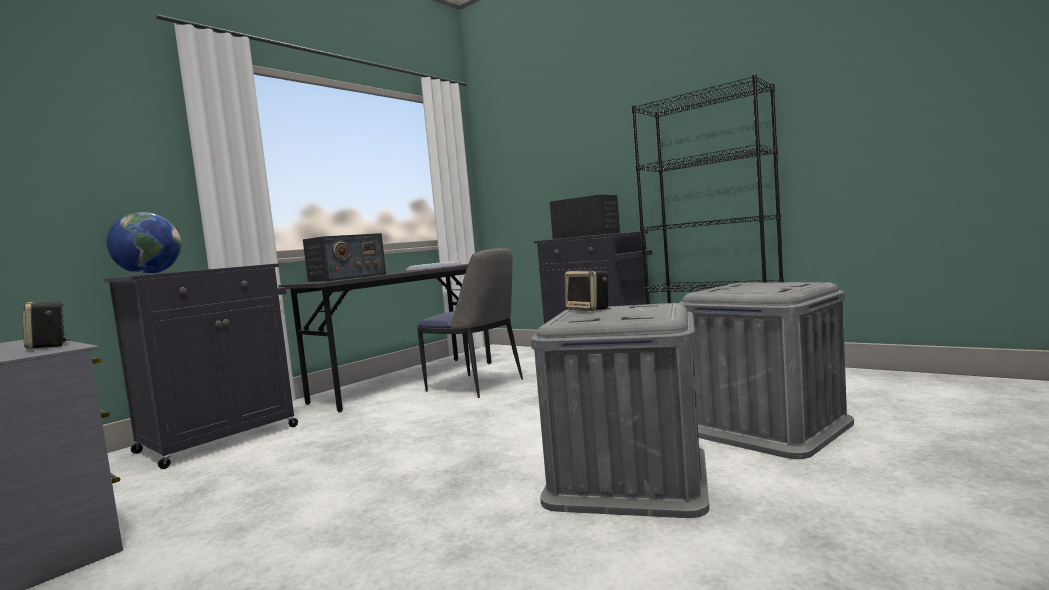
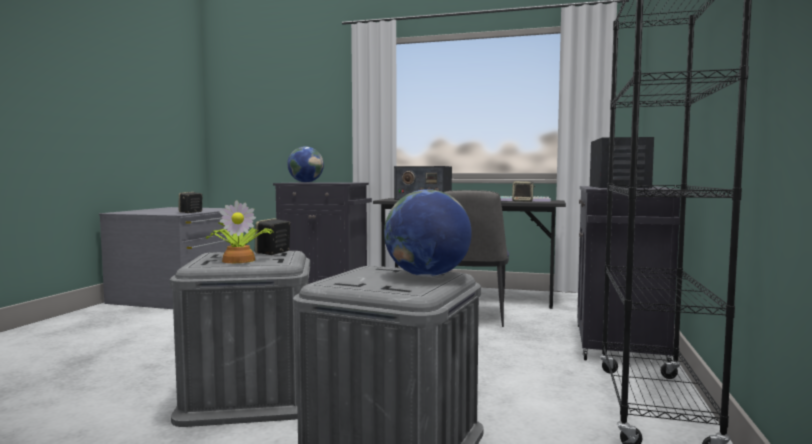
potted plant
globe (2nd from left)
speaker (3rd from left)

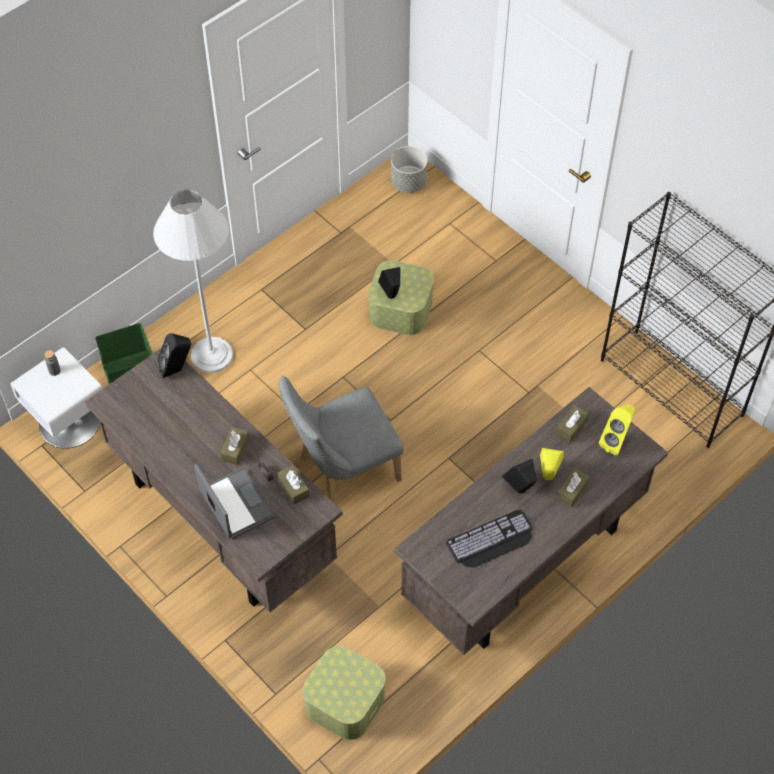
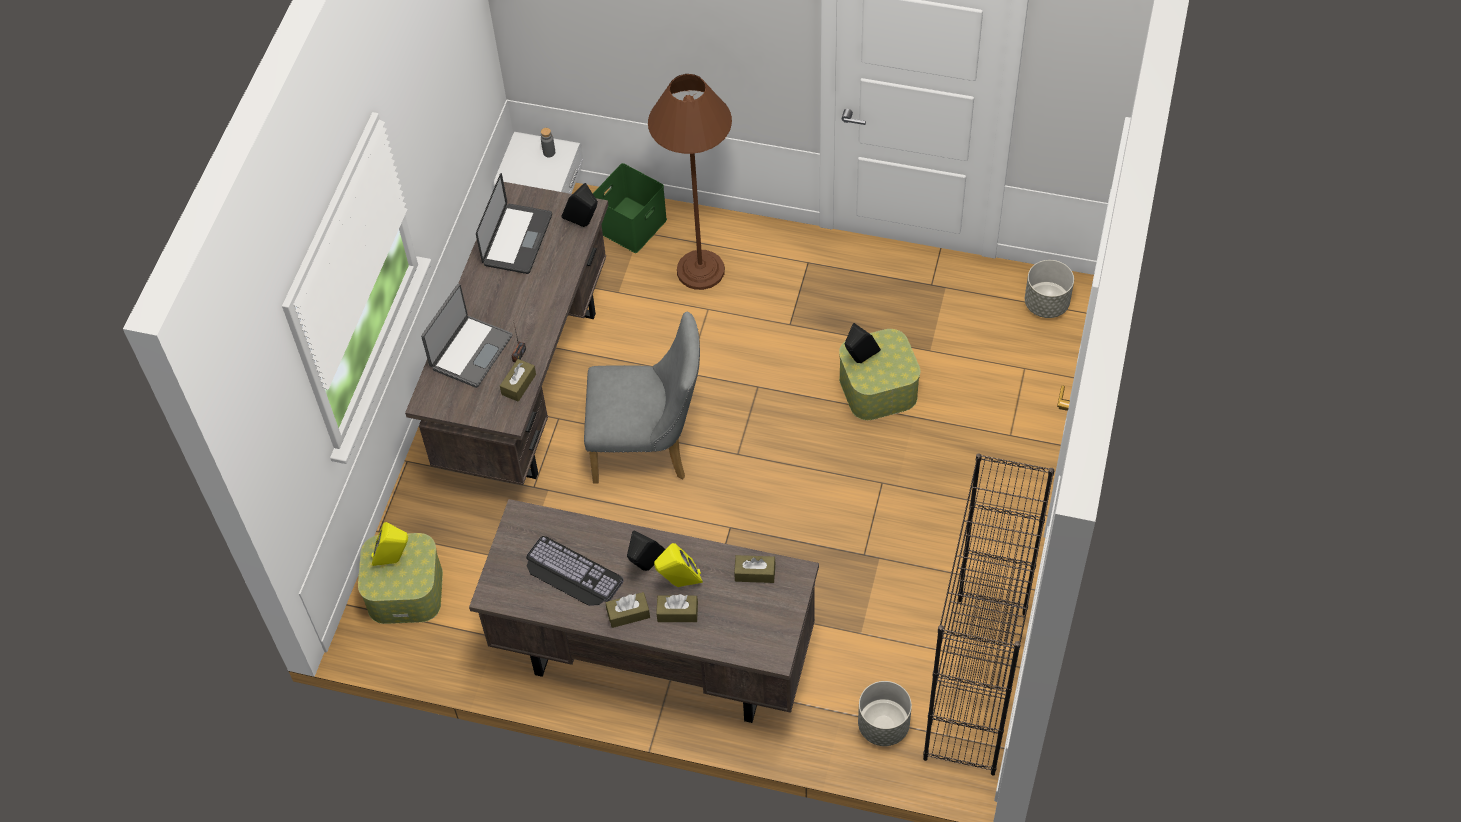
floor lamp (brown)
tissue box (brown) (2nd from left)
chair (grey)
speaker (yellow) (1st from left)
laptop (2nd from left)
planter (grey) (1st from left)

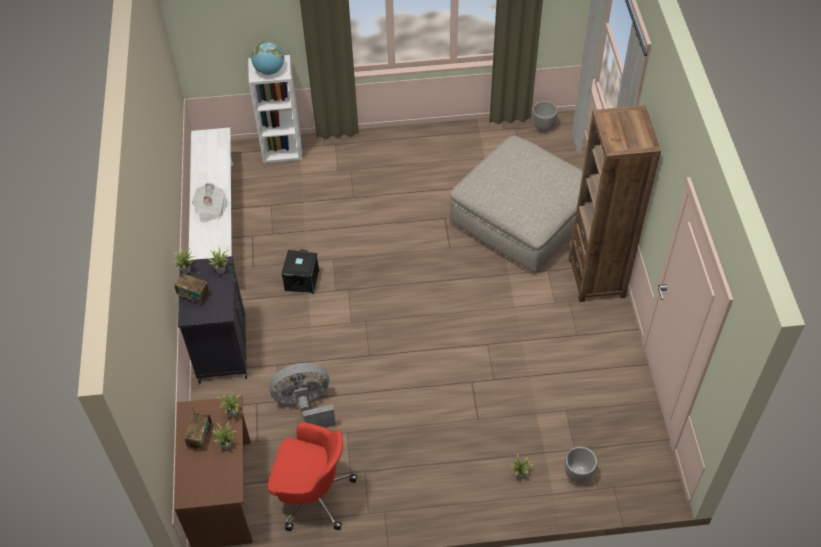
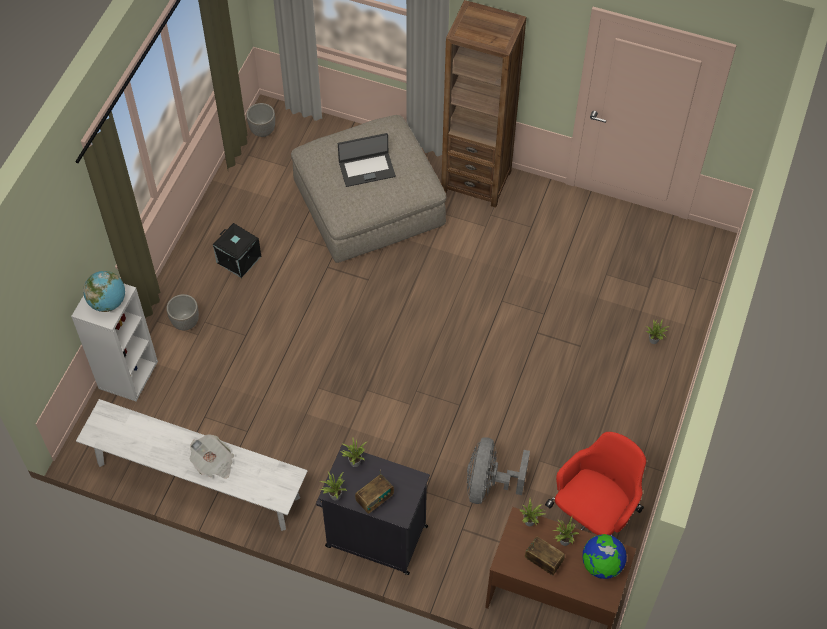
storage box (black)
planter (1st from left)
laptop
globe (2nd from left)

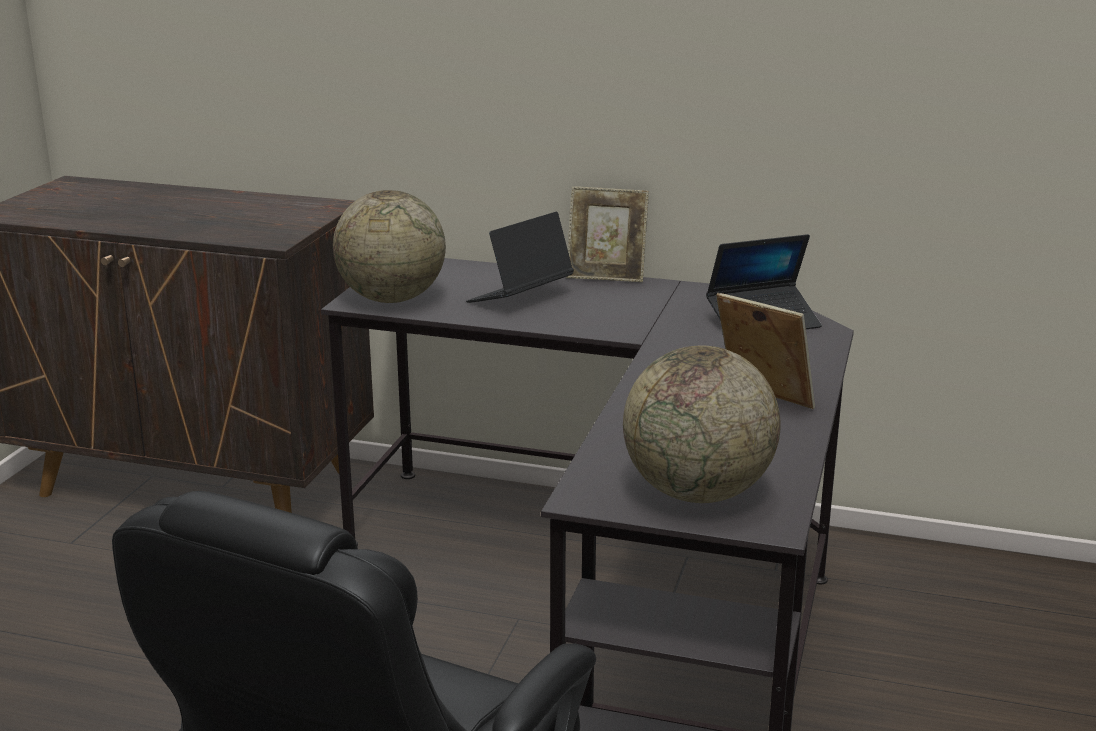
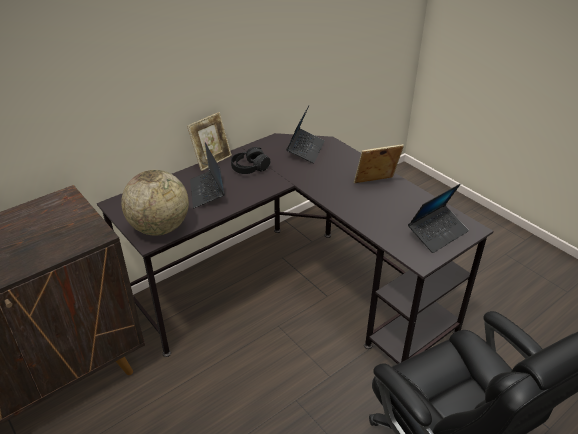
laptop (3rd from left)
headphones (black)

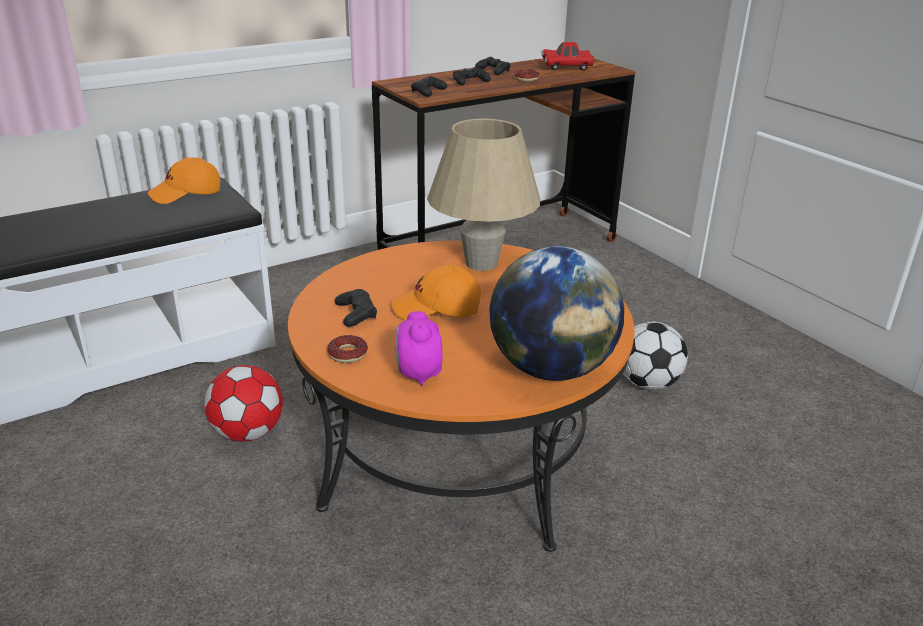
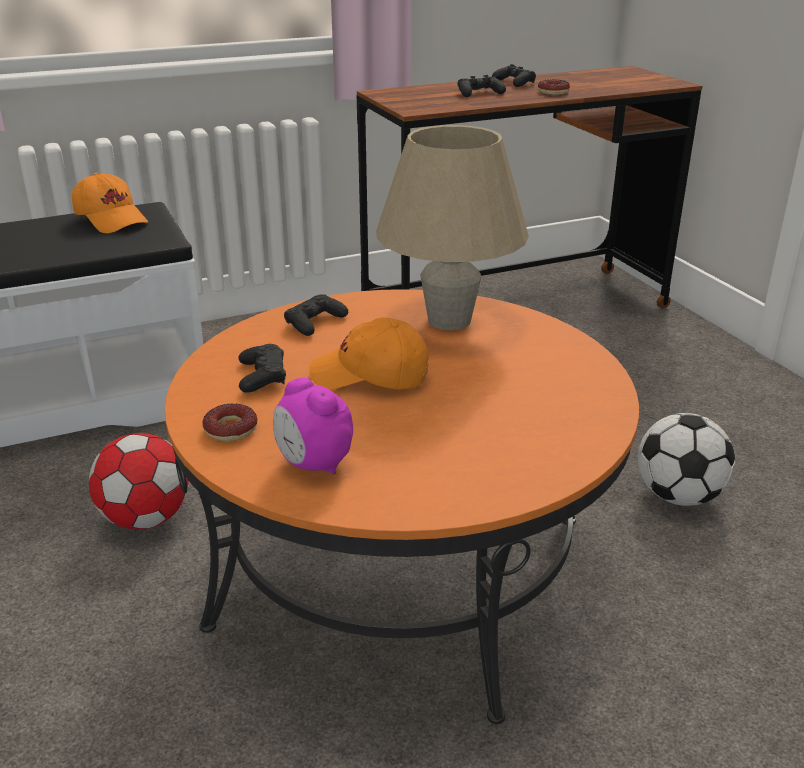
cap (orange) (1st from left)
alarm clock
game controller (black) (2nd from left)
globe
toy car (red)

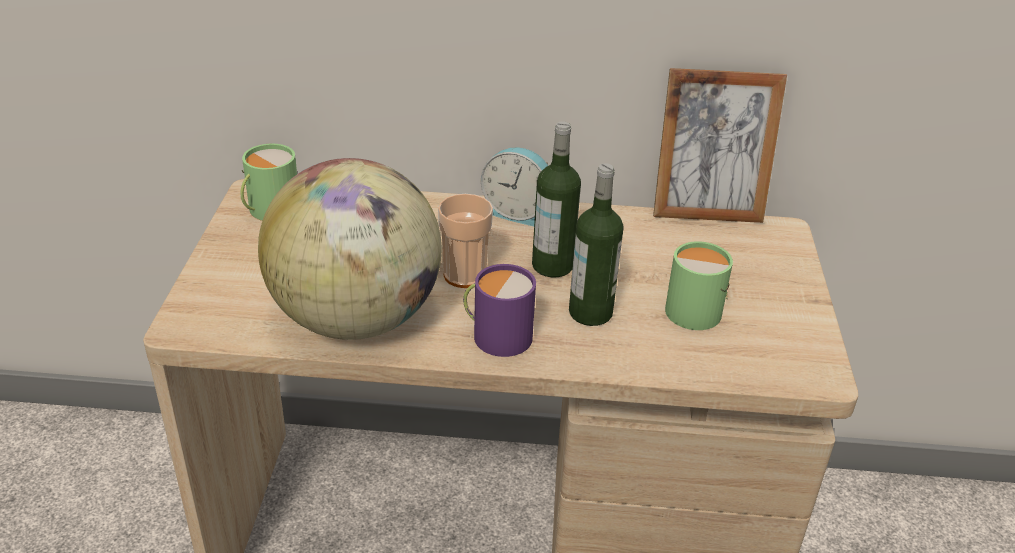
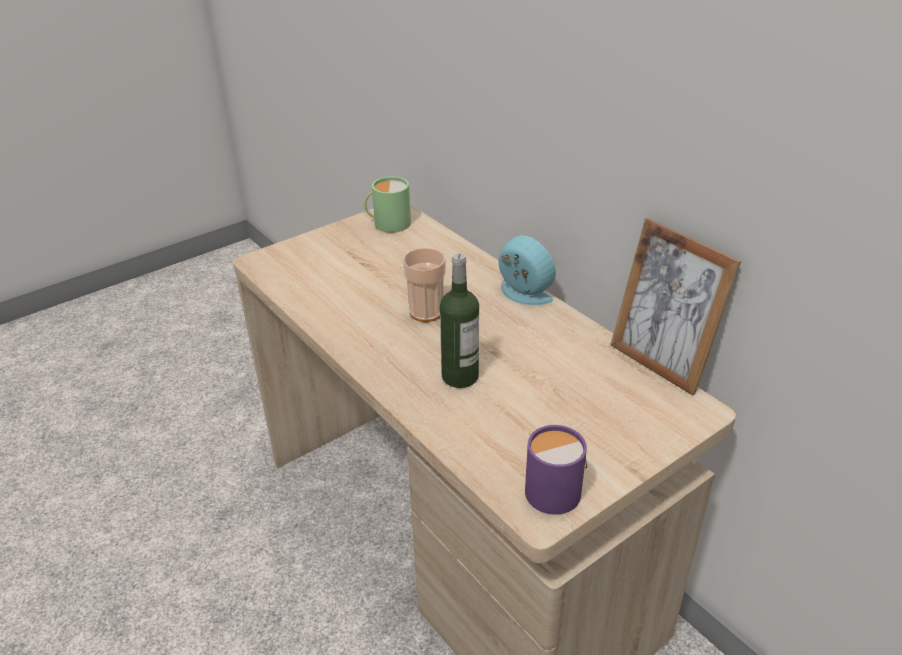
globe
mug (purple)
alarm clock
bottle (1st from left in the first image)
mug (green) (2nd from left in the first image)

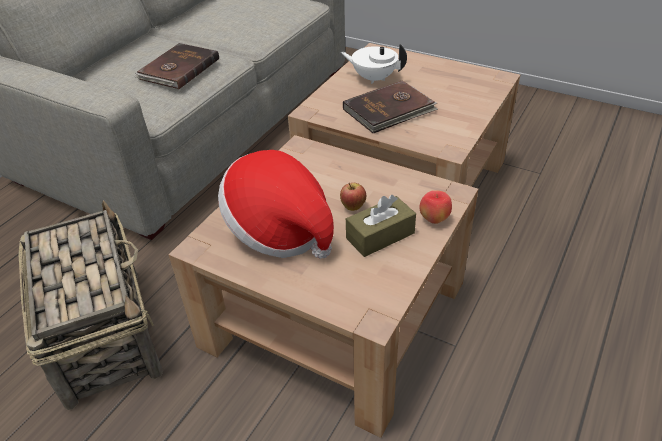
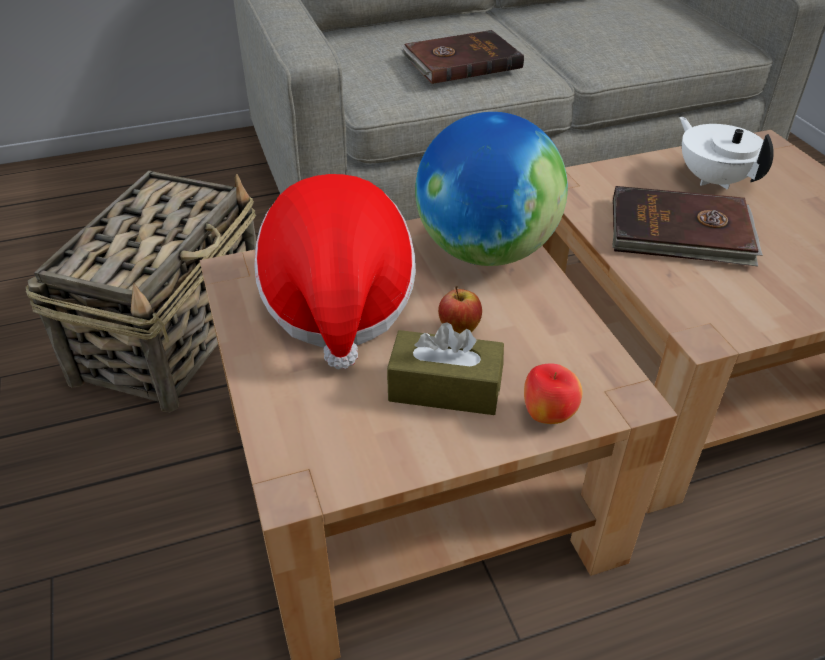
globe

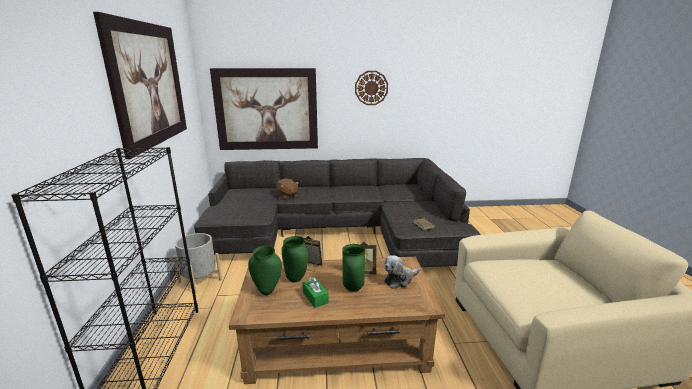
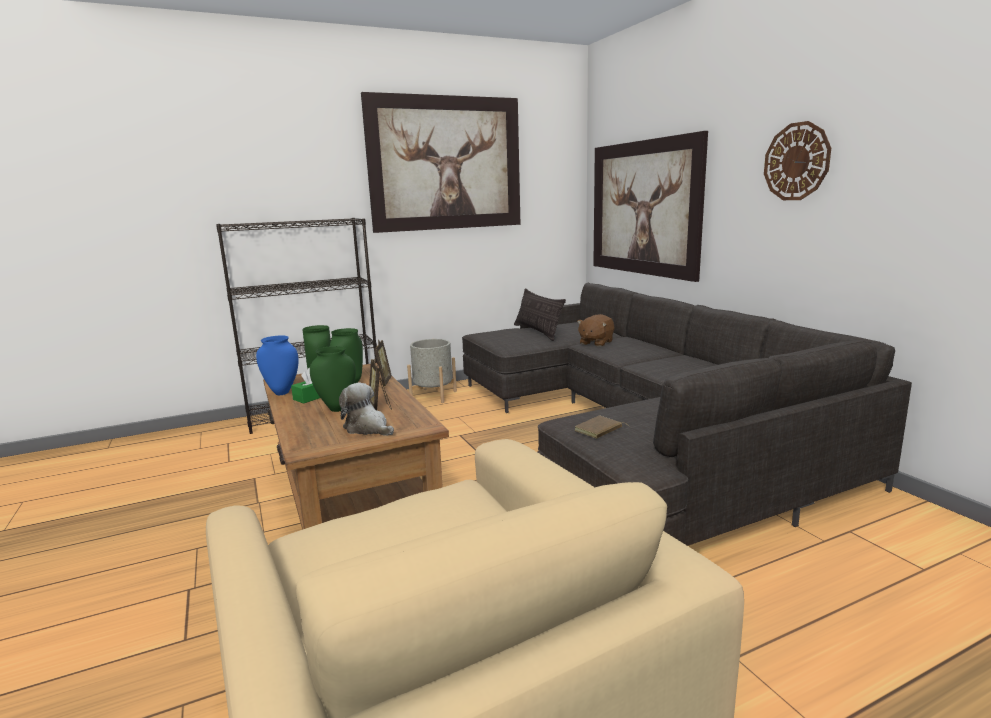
vase (blue)
pillow

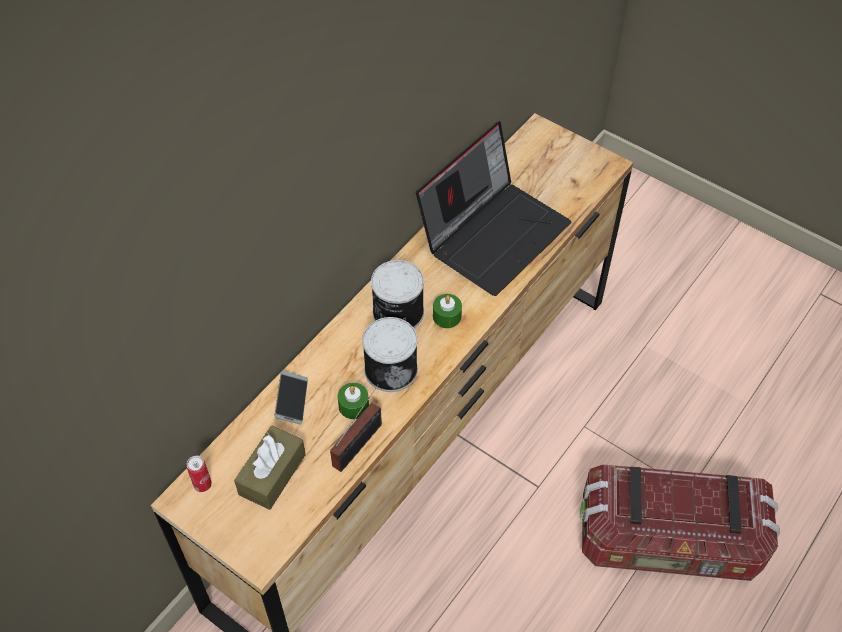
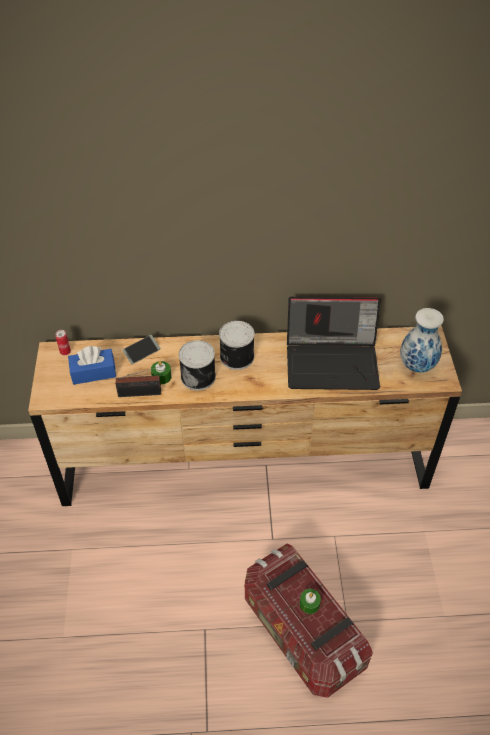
tissue box (blue)
candle (green) (2nd from left)
vase

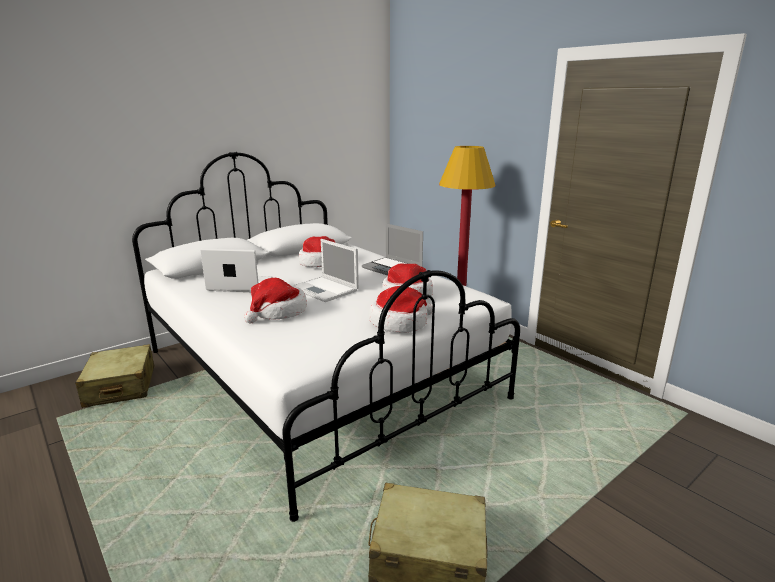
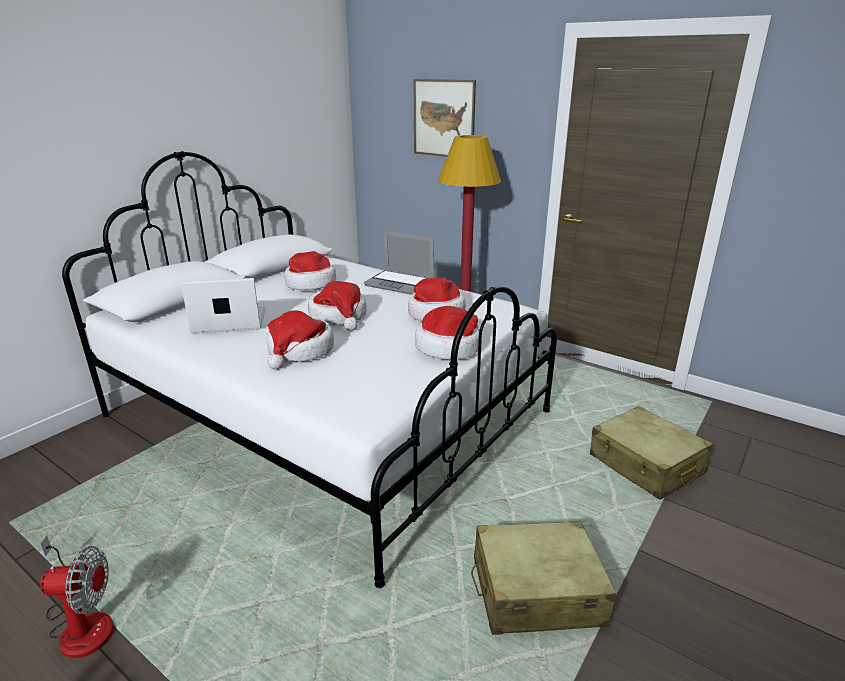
suitcase (beige) (2nd from left)
hat (3rd from left)
fan
picture

